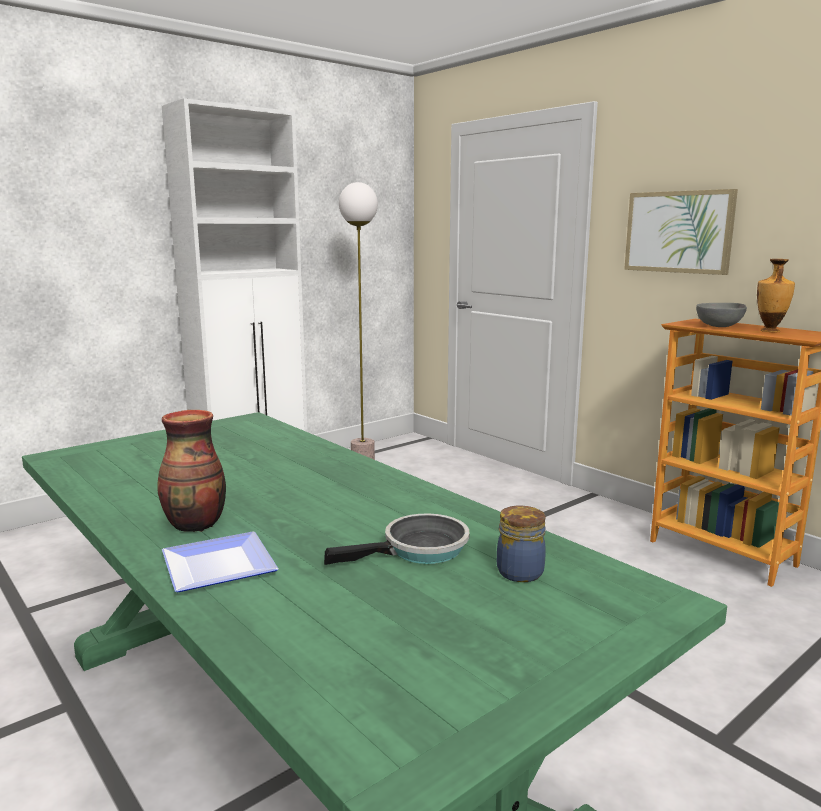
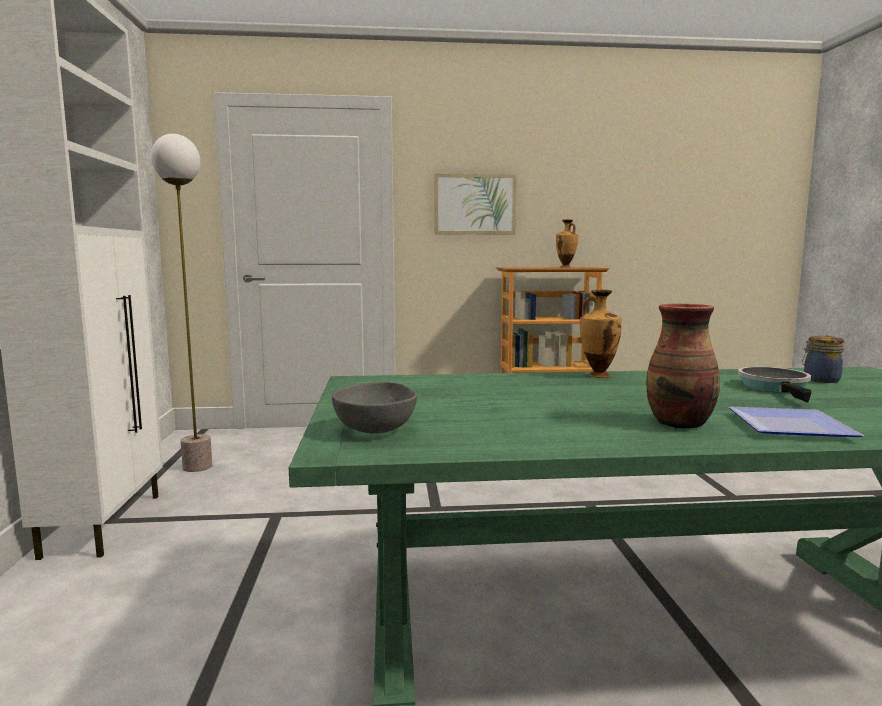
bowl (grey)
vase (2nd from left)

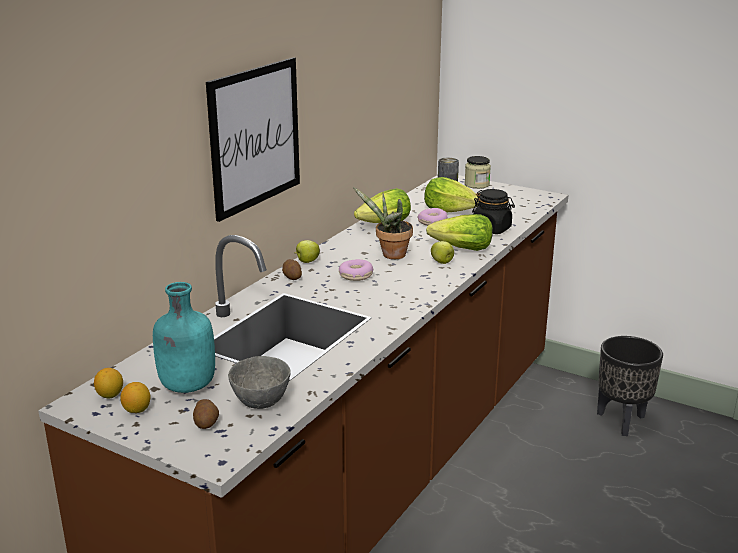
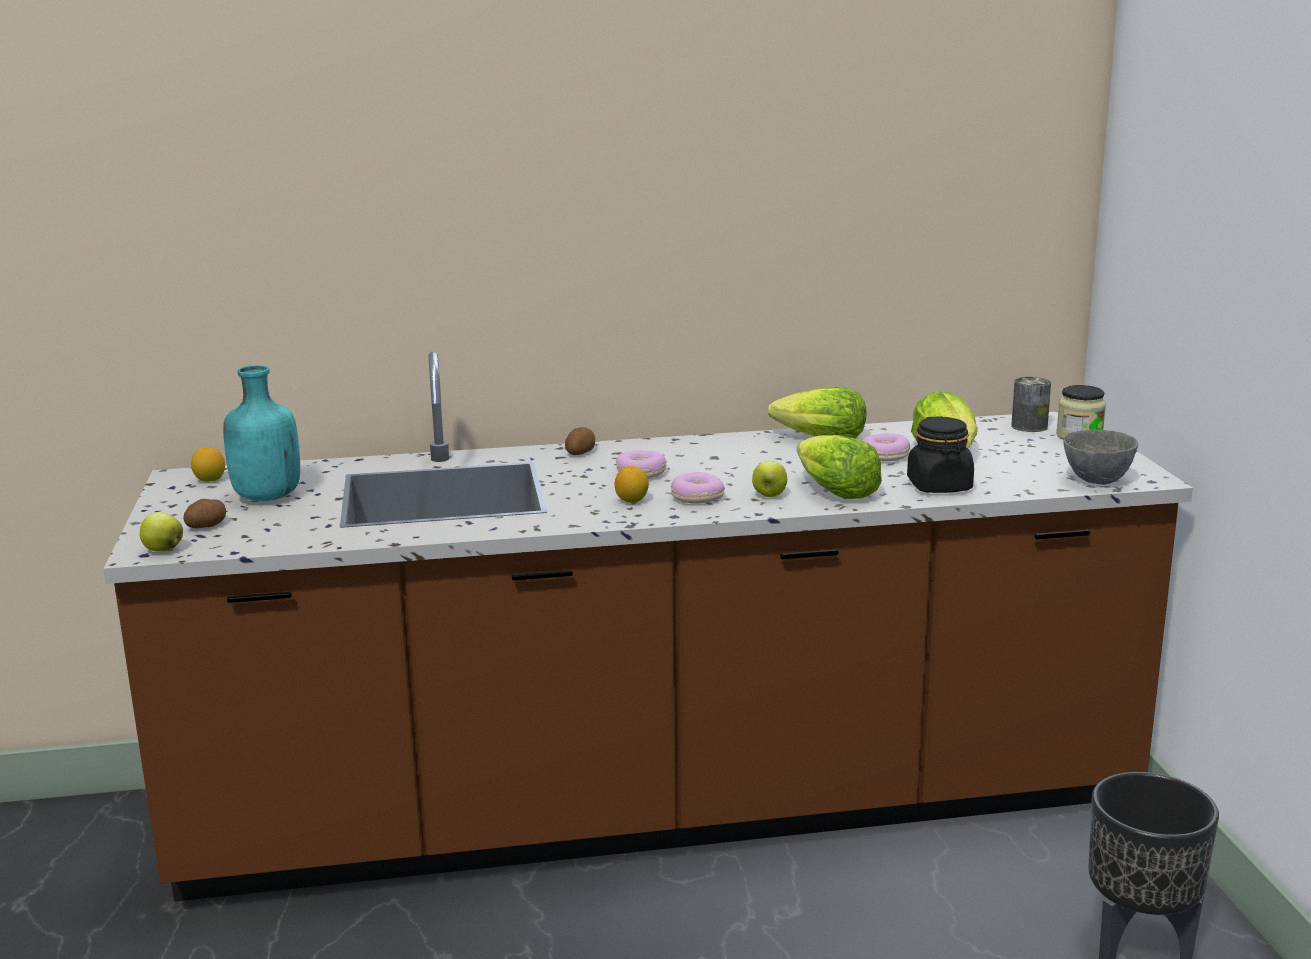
lemon (2nd from left)
picture
bowl (grey)
apple (1st from left)
potted plant
donut (2nd from left)

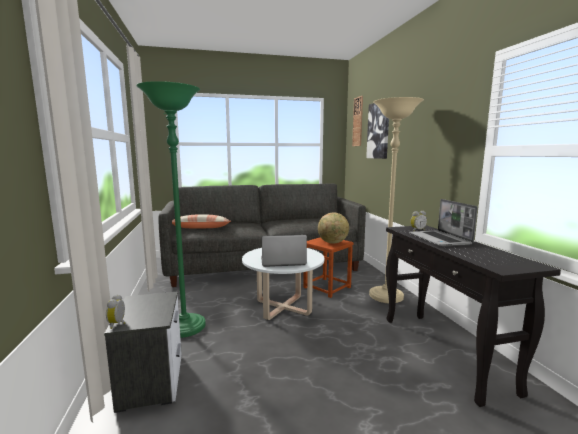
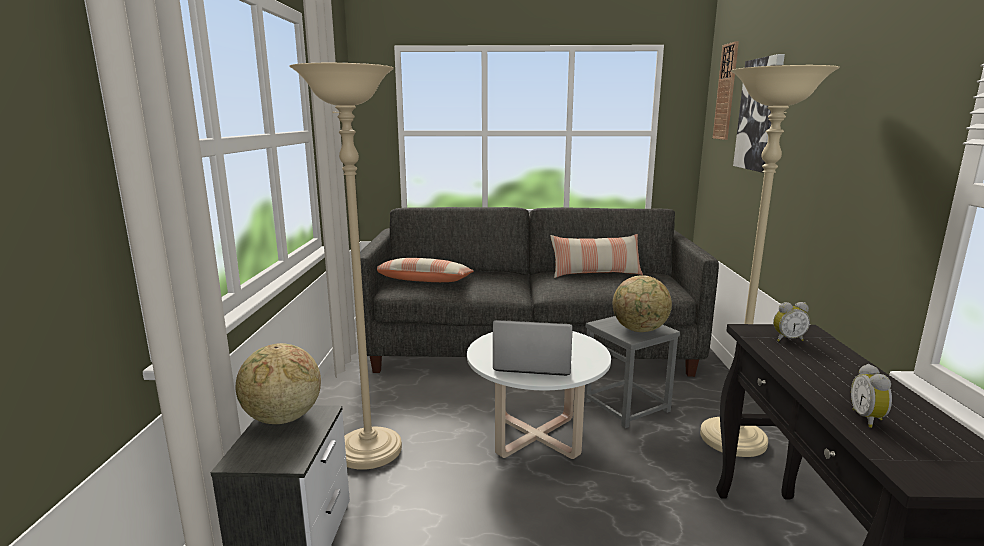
alarm clock (2nd from left)
floor lamp (beige) (1st from left)
stool (grey)
laptop (2nd from left in the first image)
globe (1st from left)
pillow (2nd from left)

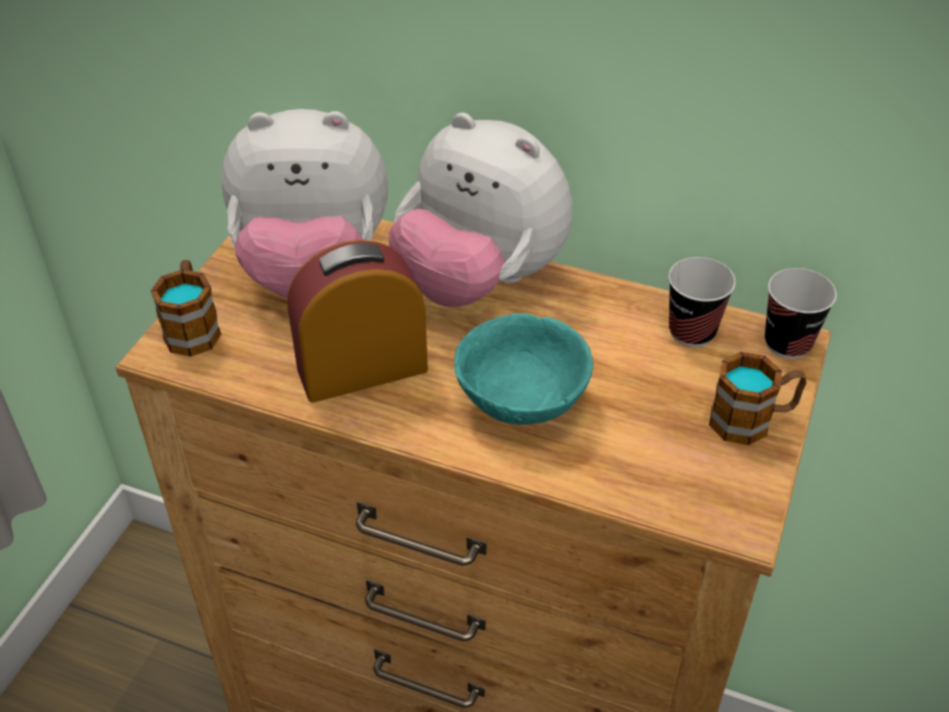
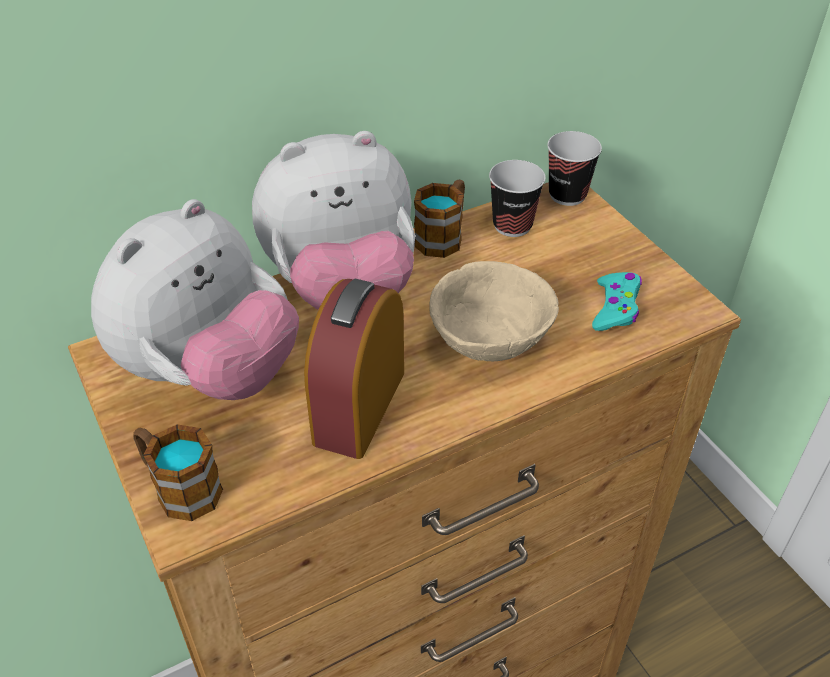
bowl (beige)
mug (2nd from left)
game controller (turquoise)

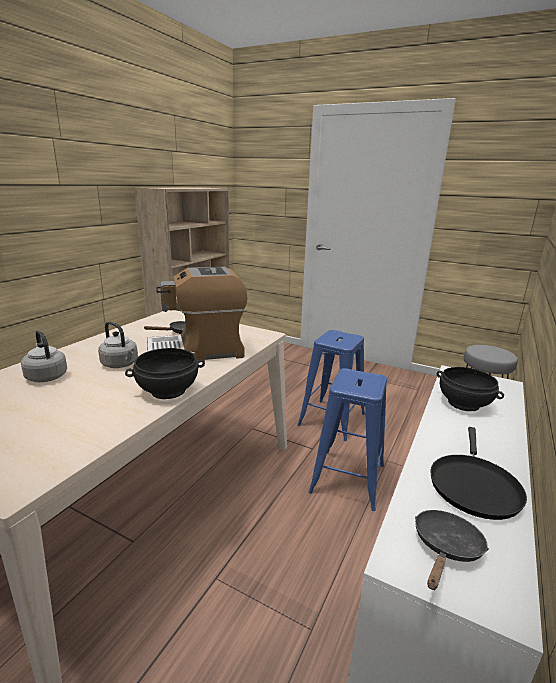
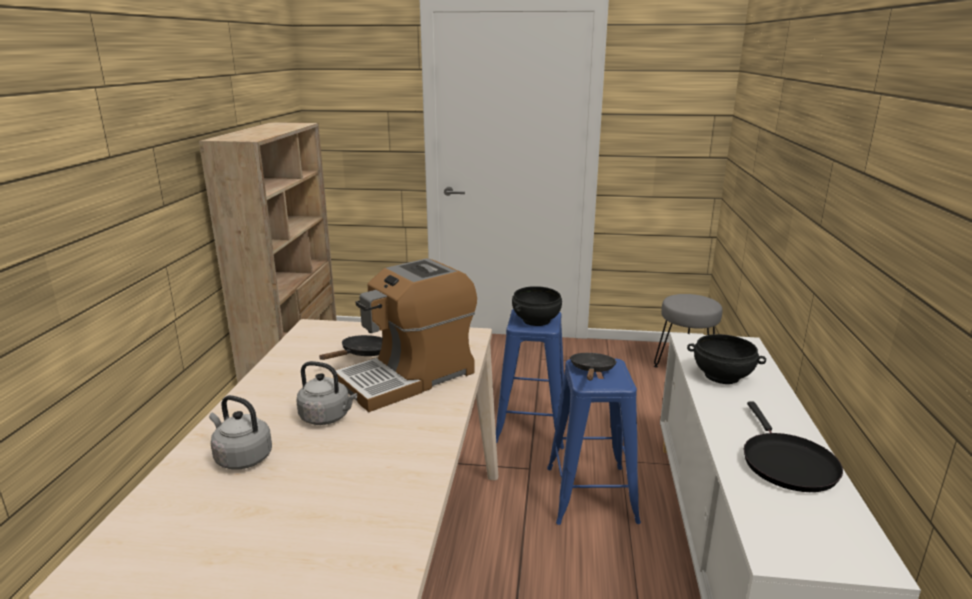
bowl (black) (1st from left)
frying pan (black) (2nd from left)

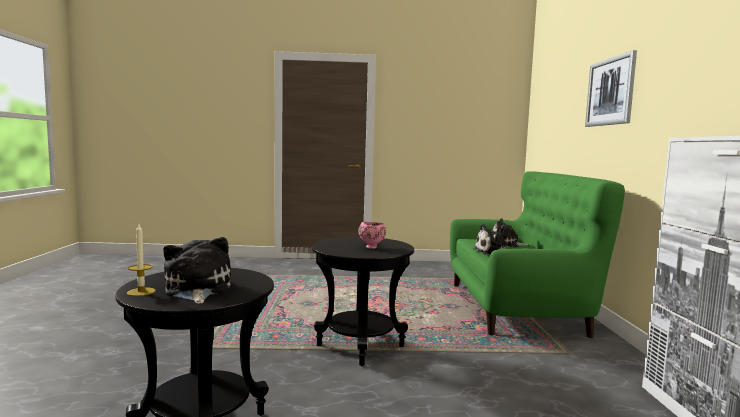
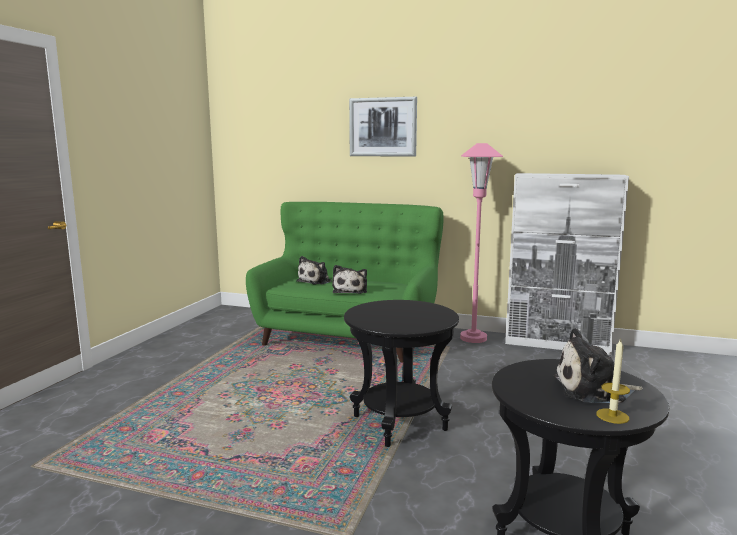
bowl (pink)
floor lamp (pink)

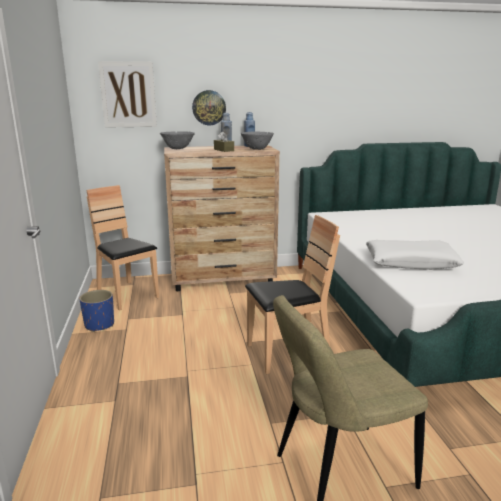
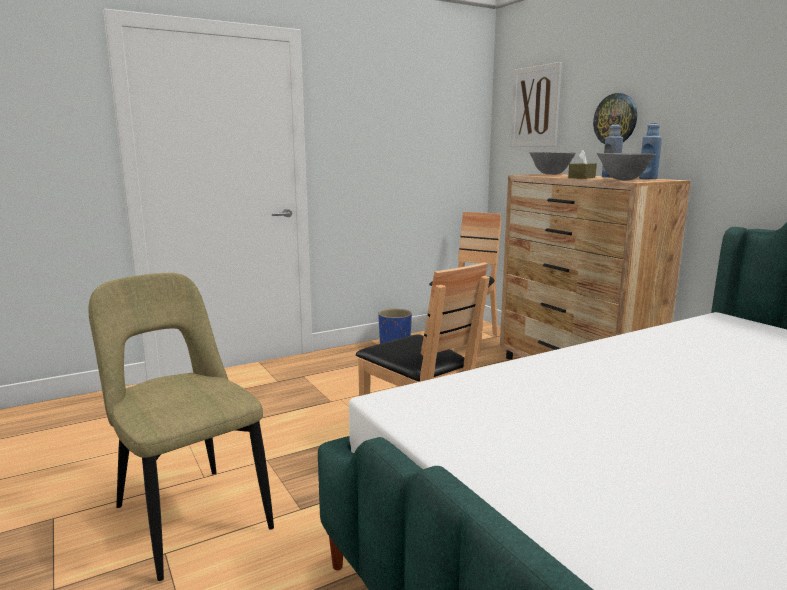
pillow (white)

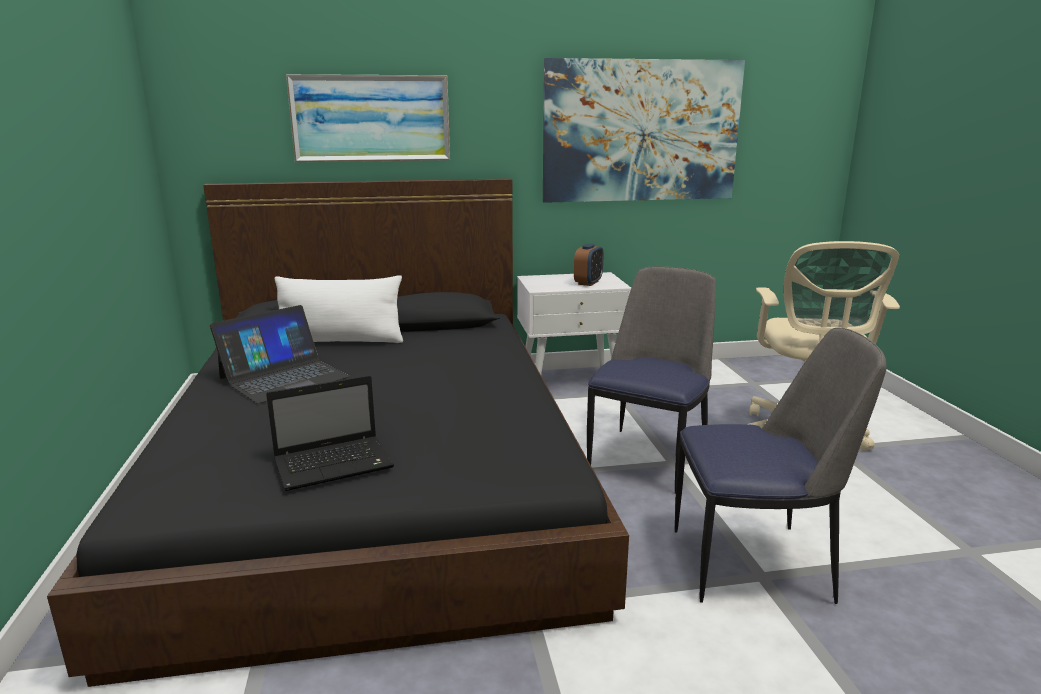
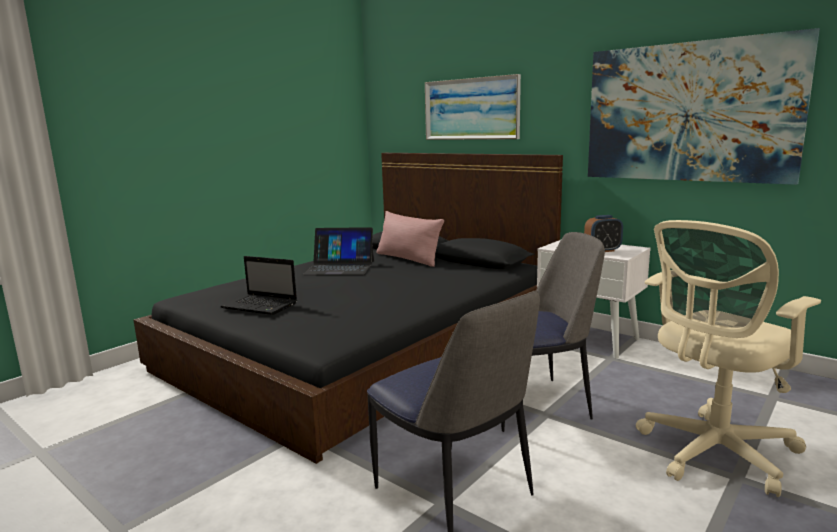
pillow (pink)

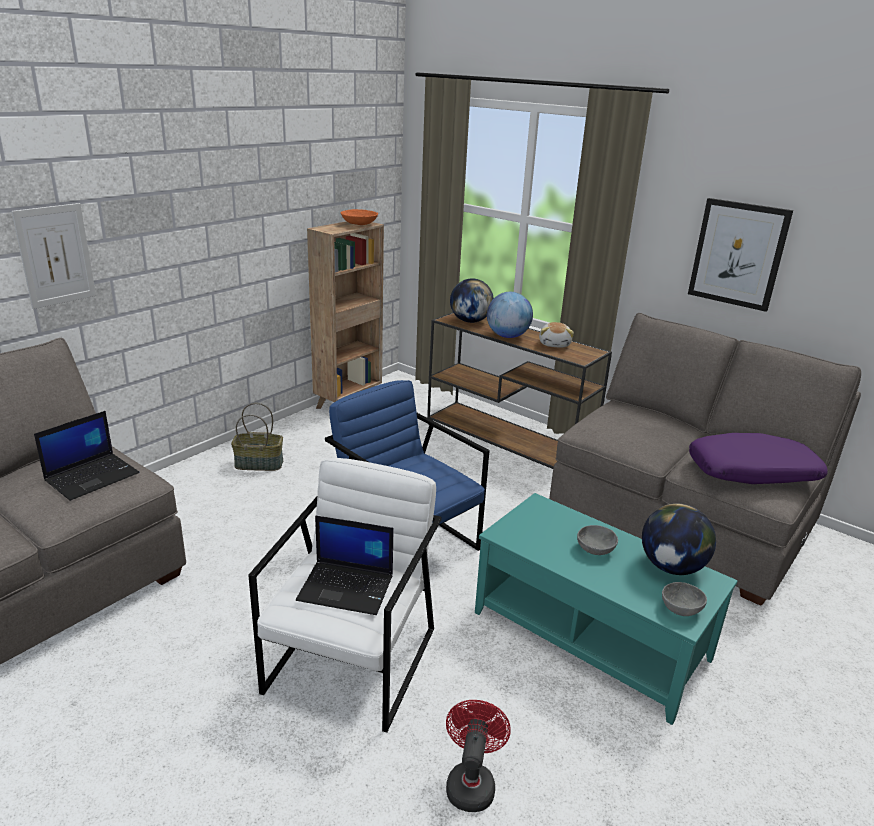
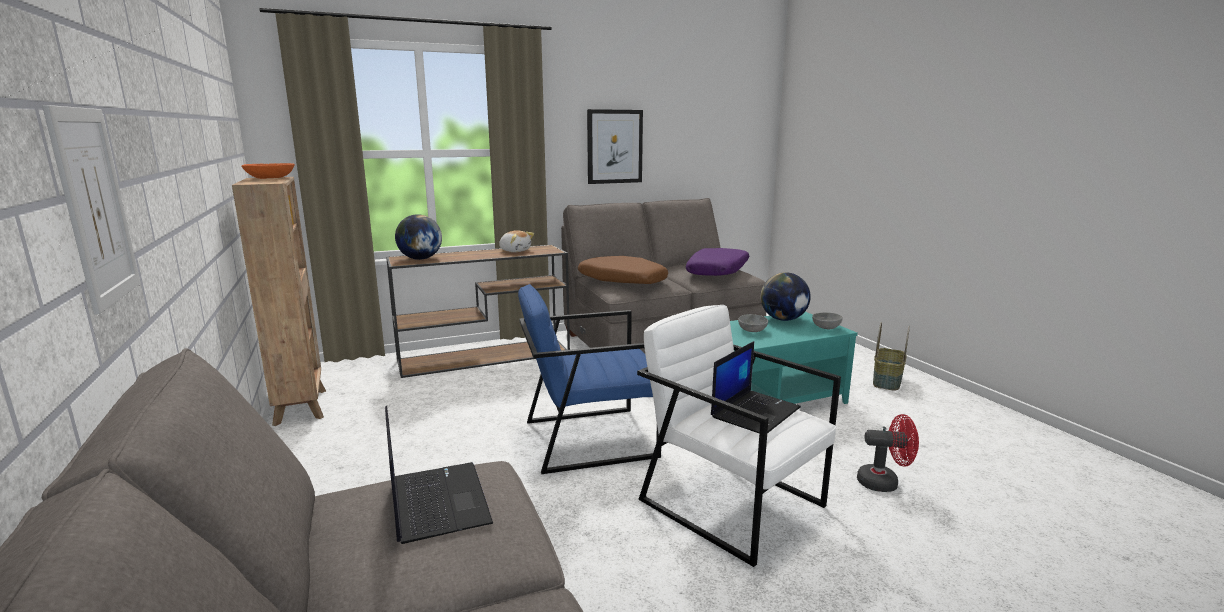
basket
fan (red)
globe (2nd from left in the first image)
pillow (brown)

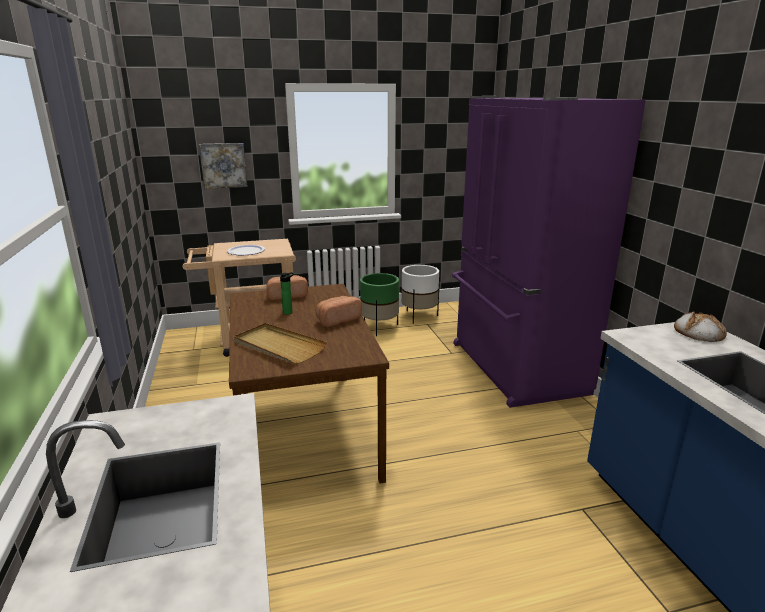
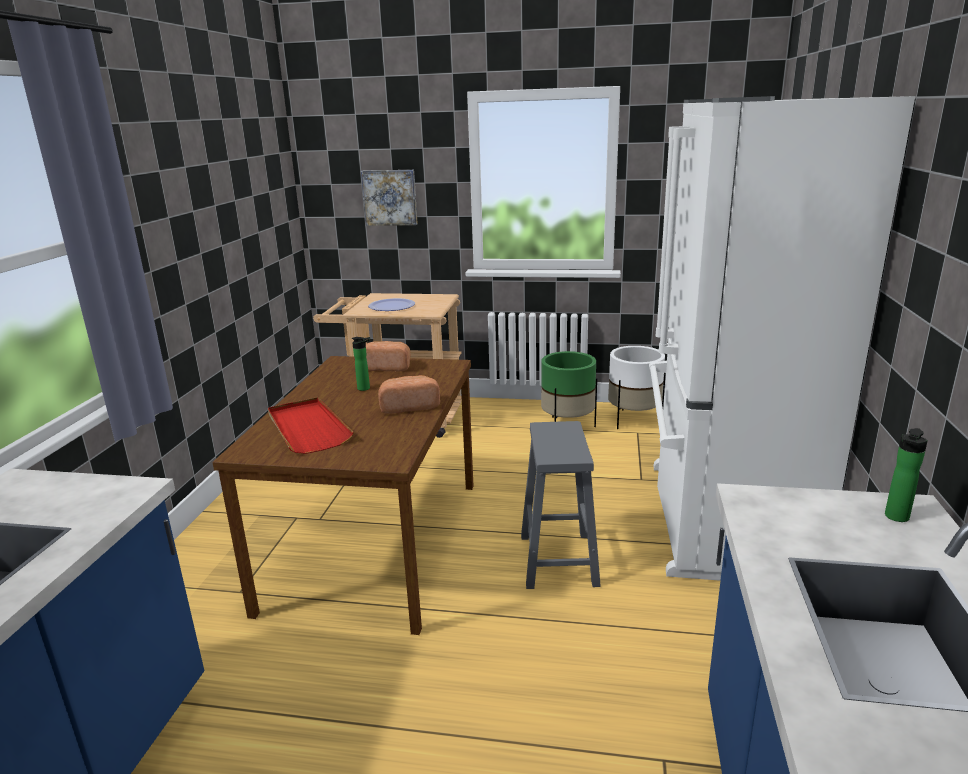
tray (red)
fridge (white)
bottle (2nd from left)
stool (grey)

